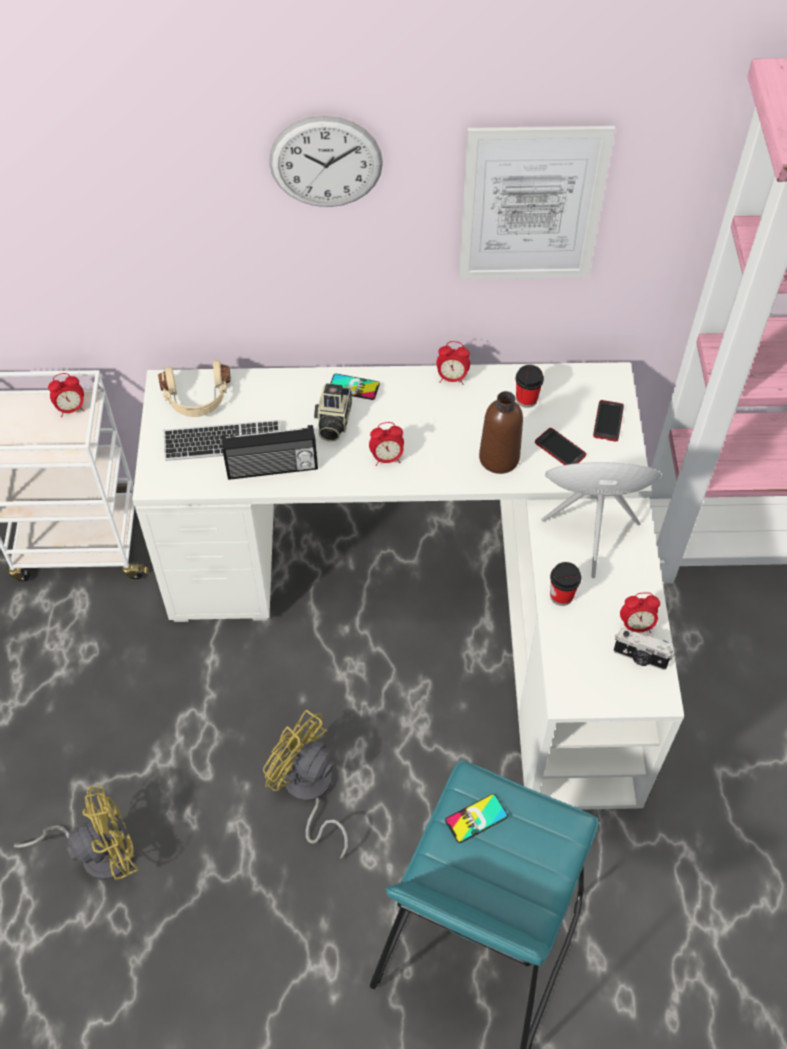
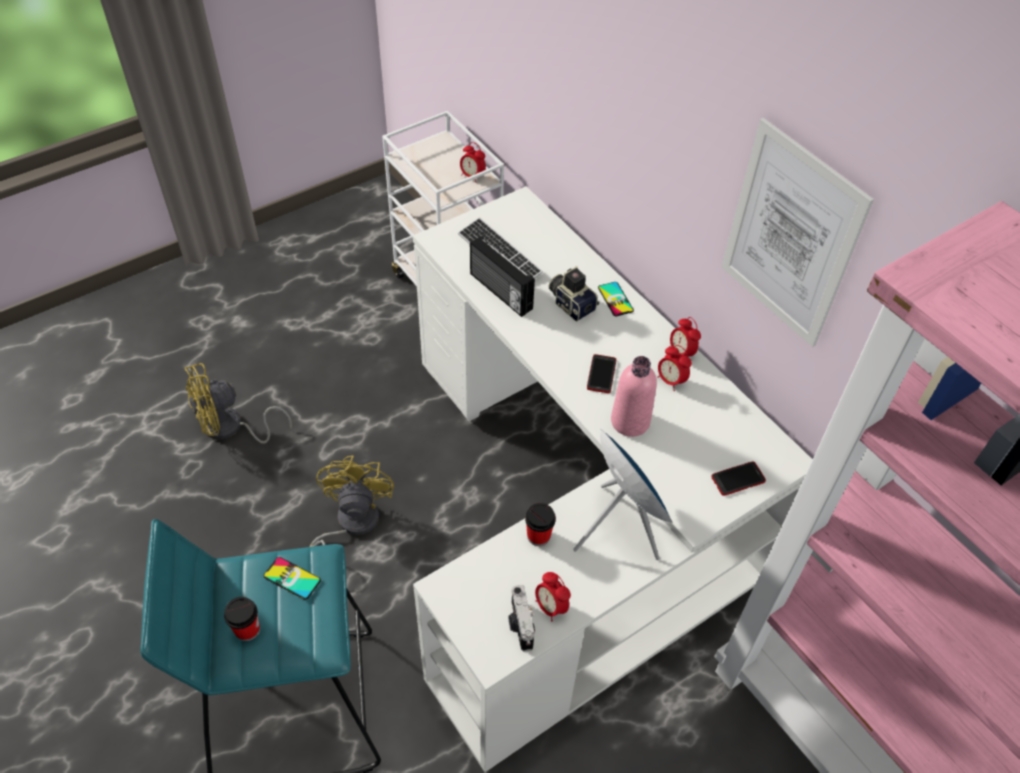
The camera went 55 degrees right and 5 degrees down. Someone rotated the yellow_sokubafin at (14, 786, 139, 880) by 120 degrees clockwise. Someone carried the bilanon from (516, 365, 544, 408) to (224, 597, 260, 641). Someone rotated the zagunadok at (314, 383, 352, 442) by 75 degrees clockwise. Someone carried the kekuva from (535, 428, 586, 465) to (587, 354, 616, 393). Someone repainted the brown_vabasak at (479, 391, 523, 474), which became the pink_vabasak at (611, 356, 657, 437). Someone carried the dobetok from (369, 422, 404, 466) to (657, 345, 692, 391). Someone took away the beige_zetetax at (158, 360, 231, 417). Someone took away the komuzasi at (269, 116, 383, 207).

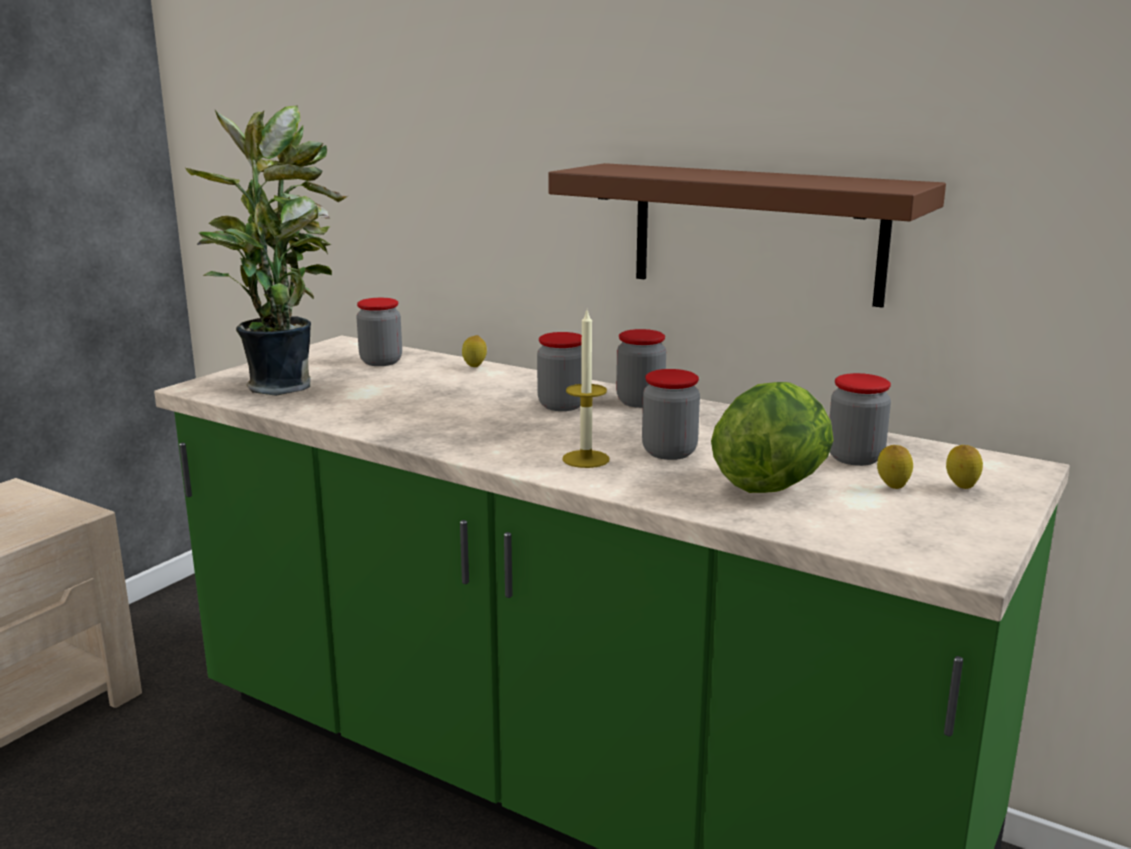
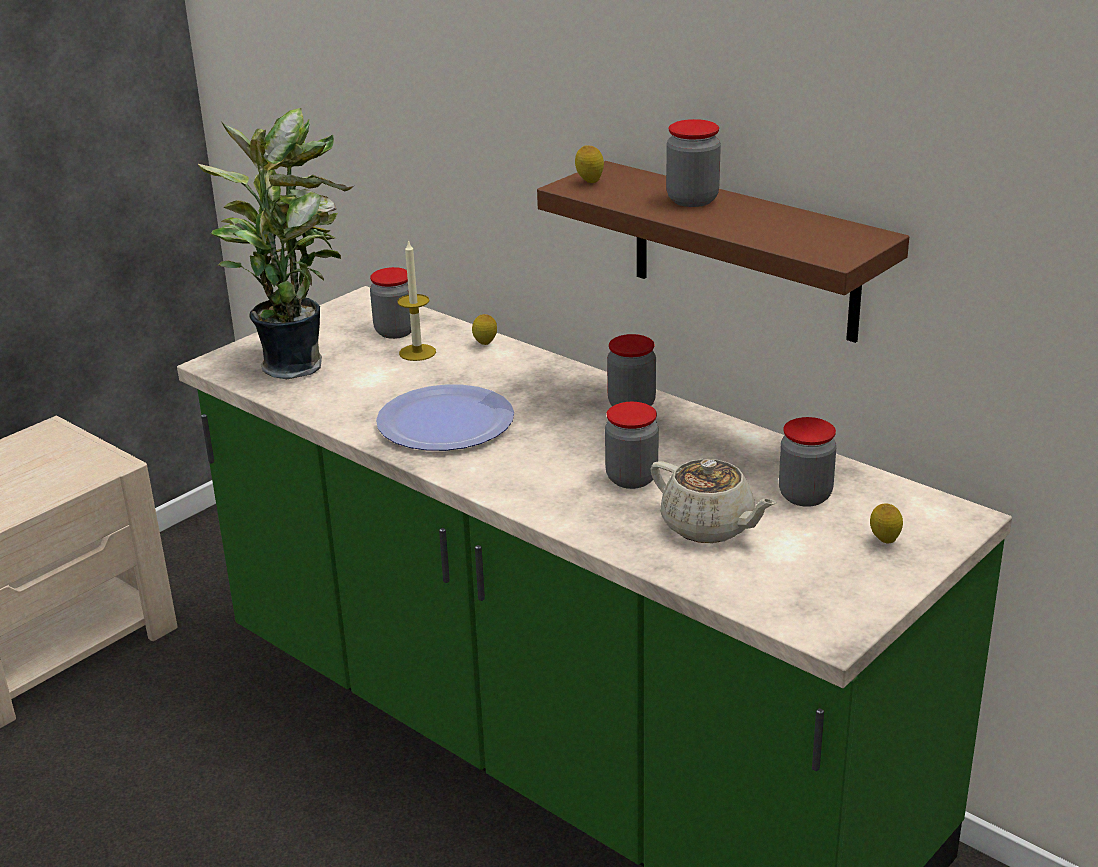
The camera went 10 degrees right and 10 degrees up. Someone put down the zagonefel at (376, 384, 514, 451). Someone carried the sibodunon from (562, 311, 609, 468) to (397, 240, 436, 361). Someone carried the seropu from (877, 445, 913, 489) to (575, 145, 604, 183). Someone swapped the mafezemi at (711, 382, 834, 493) for the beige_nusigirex at (651, 459, 777, 543). Someone carried the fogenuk from (537, 332, 582, 411) to (666, 119, 721, 207).

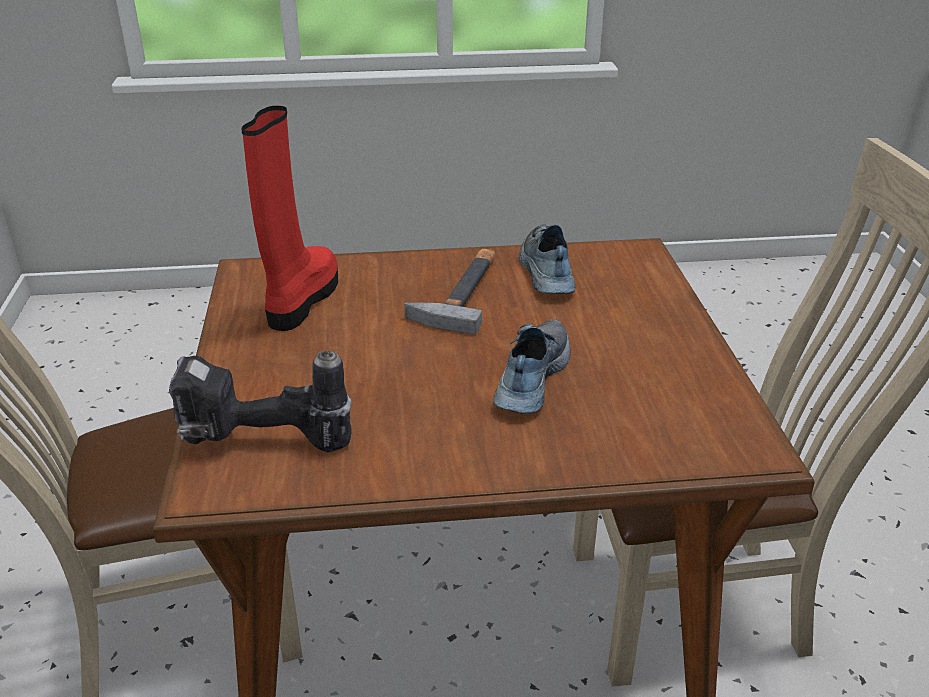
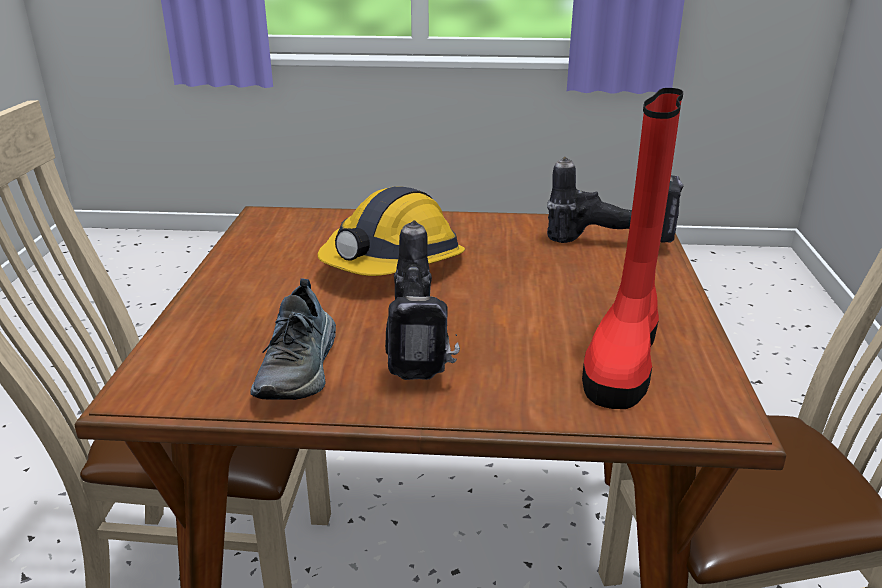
The camera went 170 degrees left and 5 degrees down. Someone swapped the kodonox at (493, 319, 571, 414) for the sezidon at (318, 186, 465, 276). Someone swapped the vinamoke at (404, 249, 495, 335) for the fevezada at (385, 220, 460, 380).

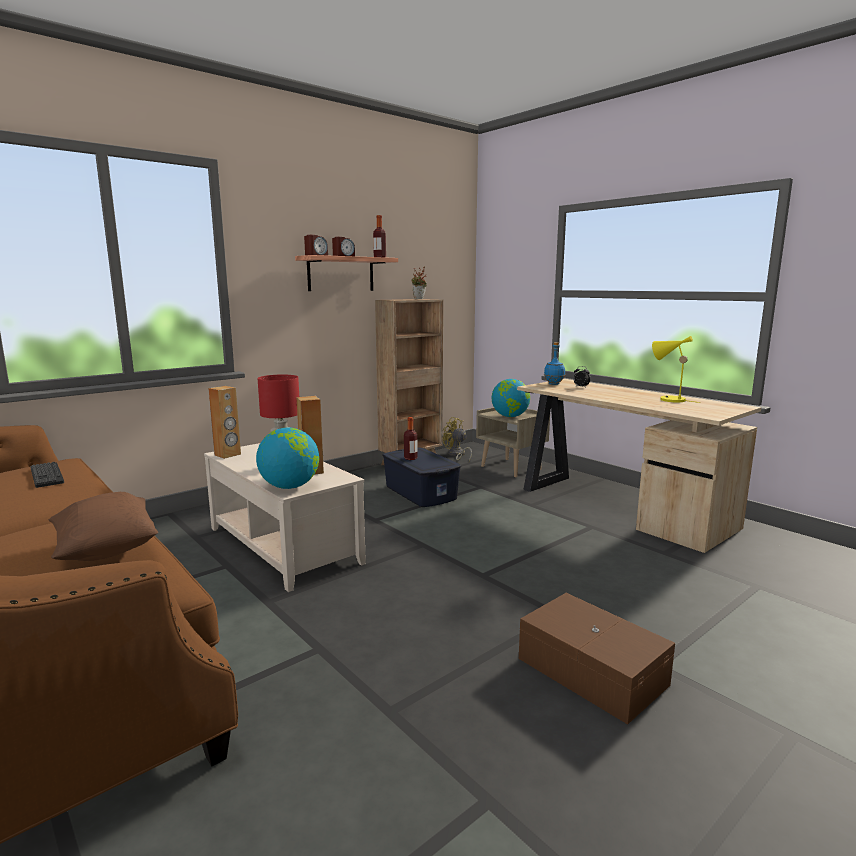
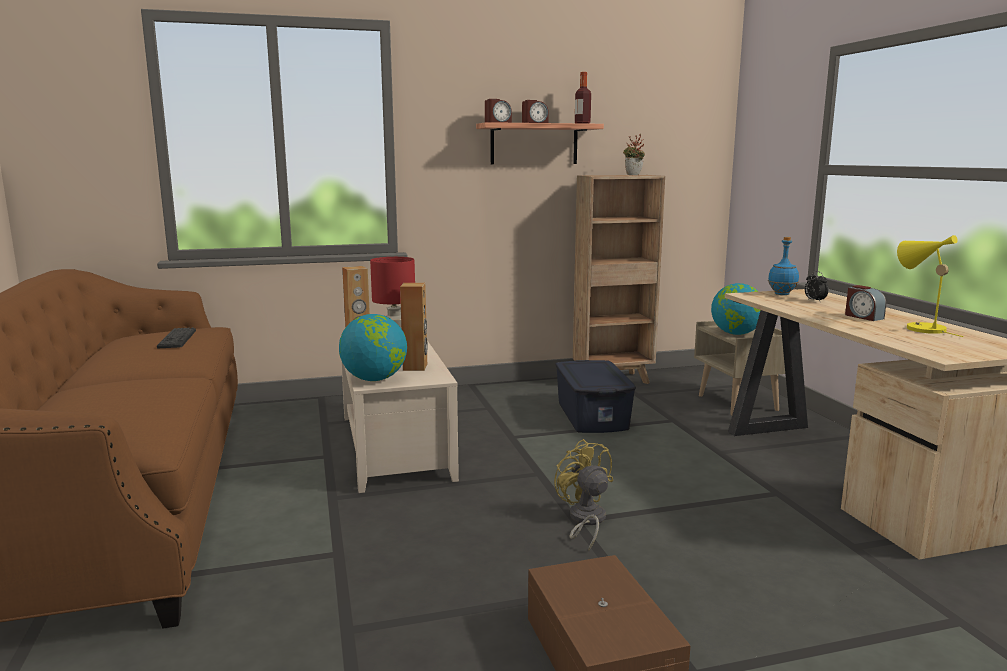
The camera went 25 degrees right and 0 degrees up. Someone carried the yellow_sokubafin from (443, 417, 472, 461) to (554, 439, 613, 551). Someone put down the dobetok at (845, 285, 886, 321). Someone took away the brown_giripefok at (49, 492, 158, 561). Someone took away the vabasak at (404, 417, 417, 460).

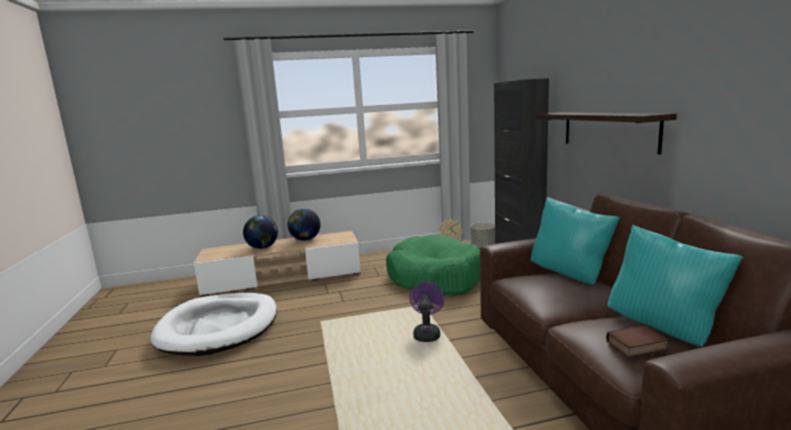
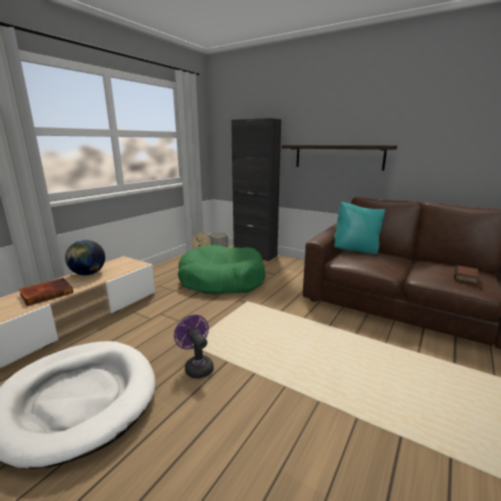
The camera went 45 degrees left and 5 degrees up. Someone swapped the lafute at (243, 215, 278, 249) for the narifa at (19, 278, 73, 306). Someone carried the purple_sokubafin from (410, 281, 445, 342) to (174, 315, 214, 378). Someone took away the turquoise_giripefok at (608, 224, 743, 346).

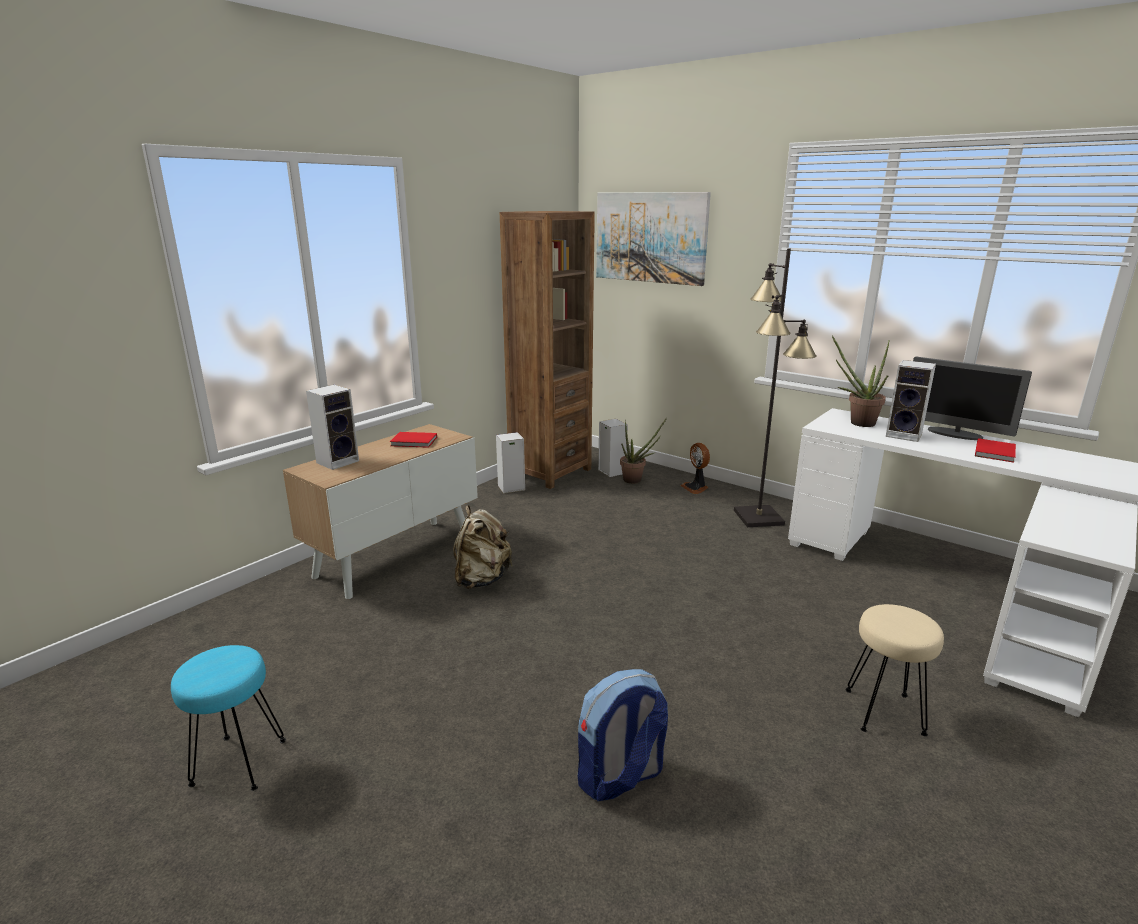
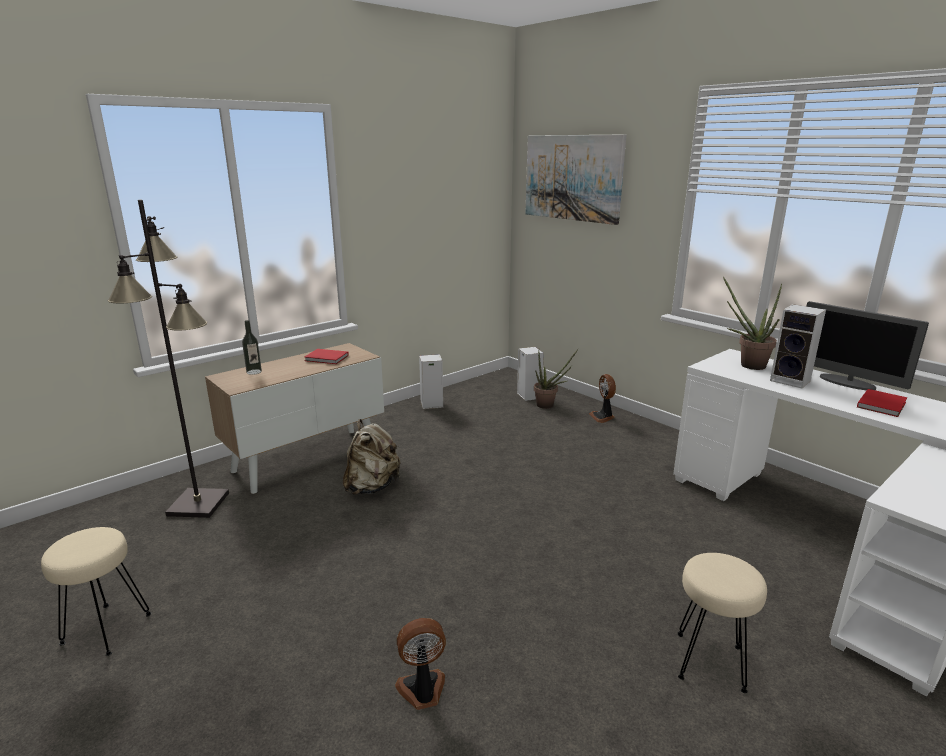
The camera went 10 degrees right and 0 degrees up. Someone repainted the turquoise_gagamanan at (171, 645, 286, 791), which became the beige_gagamanan at (41, 527, 152, 656). Someone carried the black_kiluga from (734, 248, 816, 527) to (107, 200, 229, 518). Someone swapped the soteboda at (306, 385, 359, 470) for the vabasak at (242, 320, 262, 375). Someone swapped the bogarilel at (578, 669, 668, 801) for the sokubafin at (395, 618, 446, 710). Someone took away the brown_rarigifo at (500, 211, 595, 489).

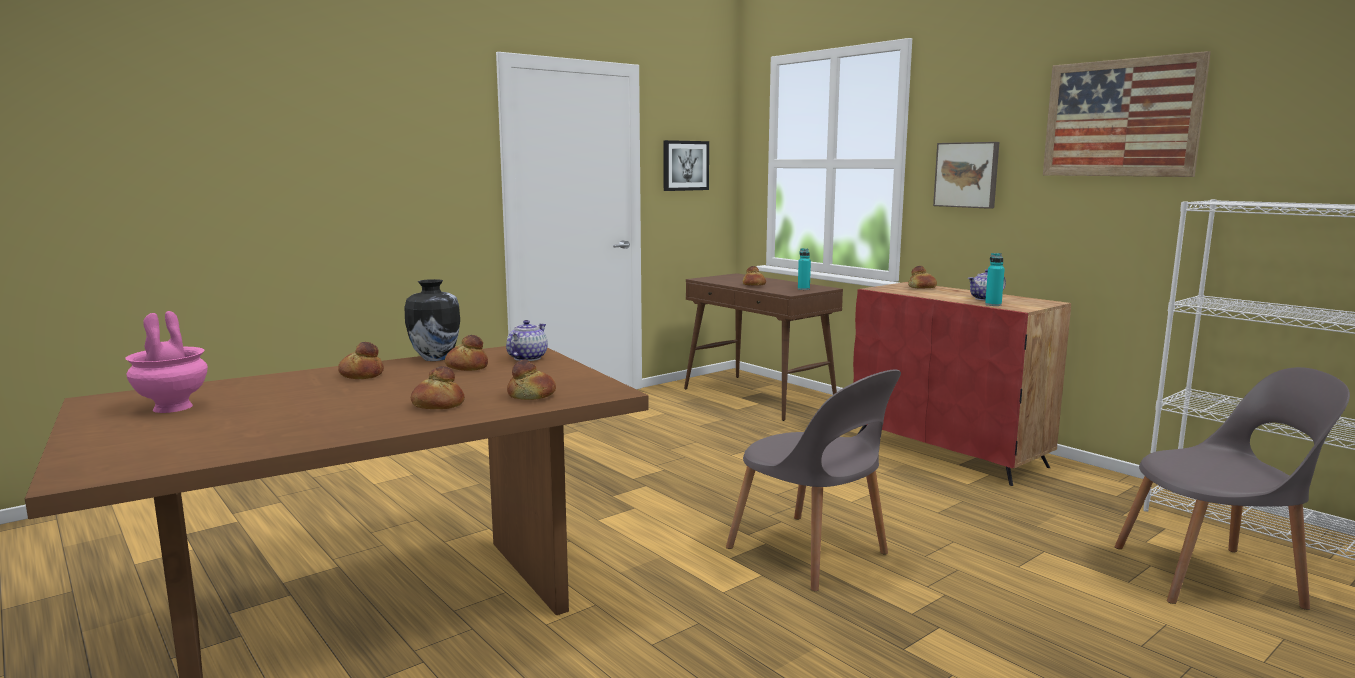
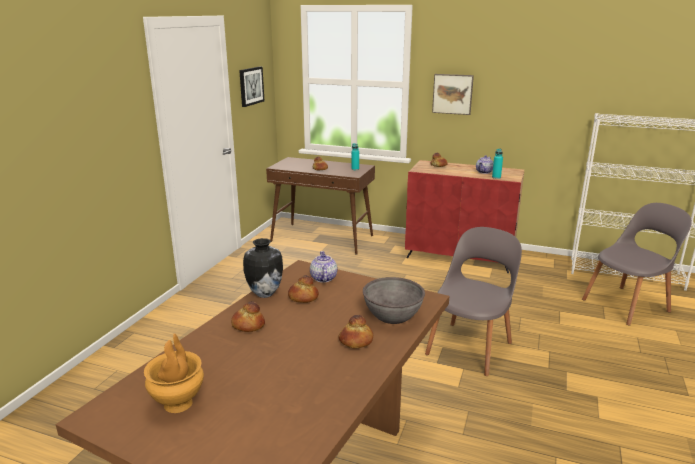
The camera went 30 degrees left and 10 degrees up. Someone repainted the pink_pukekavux at (125, 311, 208, 413), which became the brown_pukekavux at (144, 333, 204, 413). Someone swapped the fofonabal at (507, 360, 556, 400) for the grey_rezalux at (363, 277, 425, 324). Someone rotated the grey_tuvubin at (726, 370, 901, 591) by 75 degrees counterclockwise. Someone took away the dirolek at (1043, 51, 1211, 177).

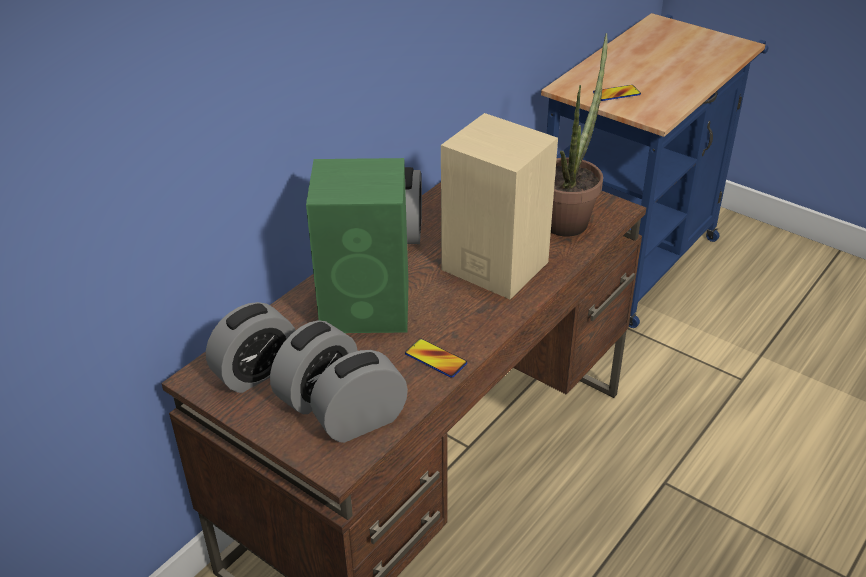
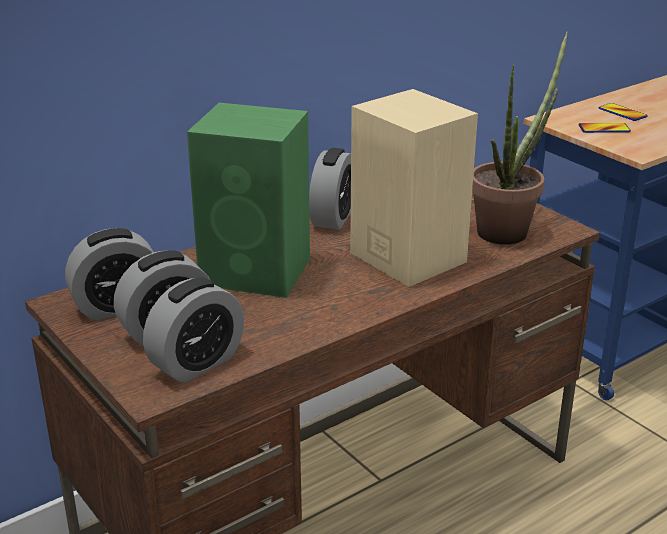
The camera went 15 degrees right and 10 degrees down. Someone rotated the dobetok at (310, 350, 408, 443) by 150 degrees clockwise. Someone carried the kekuva from (405, 339, 467, 378) to (599, 103, 648, 121).

